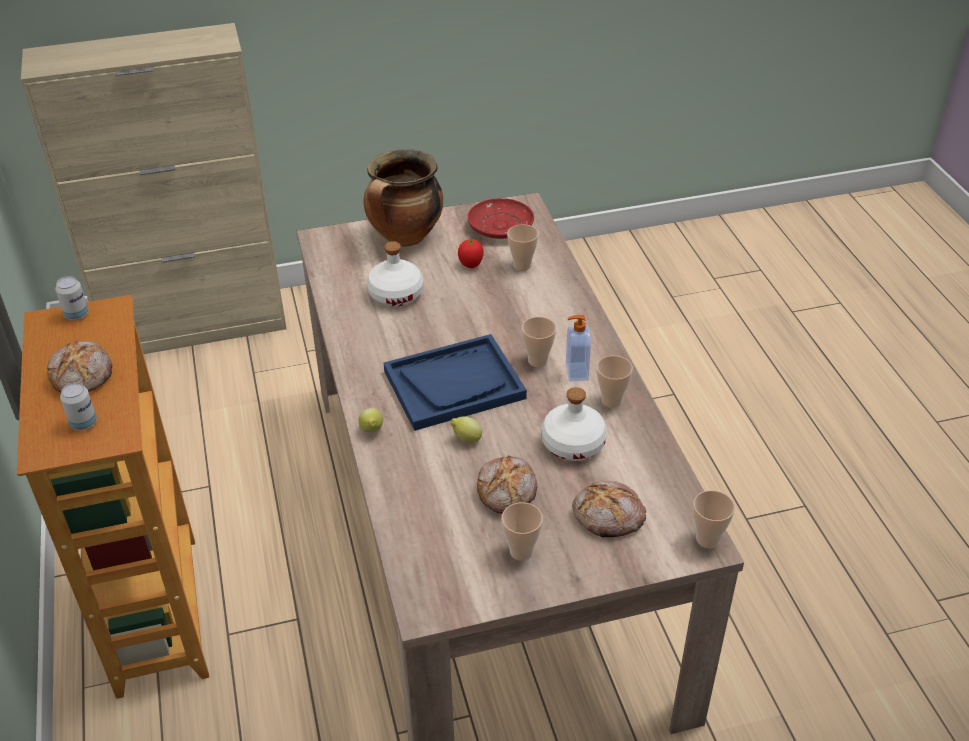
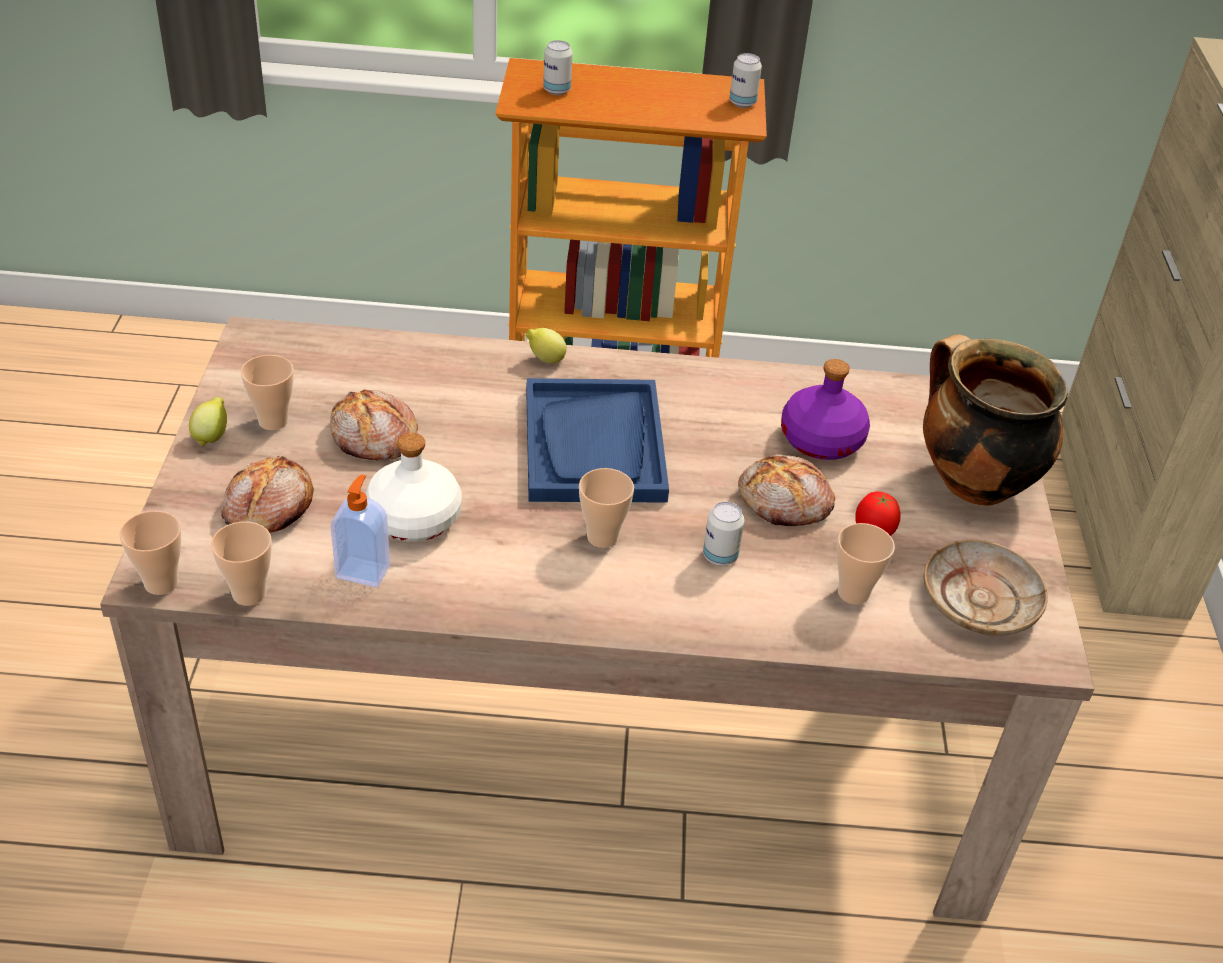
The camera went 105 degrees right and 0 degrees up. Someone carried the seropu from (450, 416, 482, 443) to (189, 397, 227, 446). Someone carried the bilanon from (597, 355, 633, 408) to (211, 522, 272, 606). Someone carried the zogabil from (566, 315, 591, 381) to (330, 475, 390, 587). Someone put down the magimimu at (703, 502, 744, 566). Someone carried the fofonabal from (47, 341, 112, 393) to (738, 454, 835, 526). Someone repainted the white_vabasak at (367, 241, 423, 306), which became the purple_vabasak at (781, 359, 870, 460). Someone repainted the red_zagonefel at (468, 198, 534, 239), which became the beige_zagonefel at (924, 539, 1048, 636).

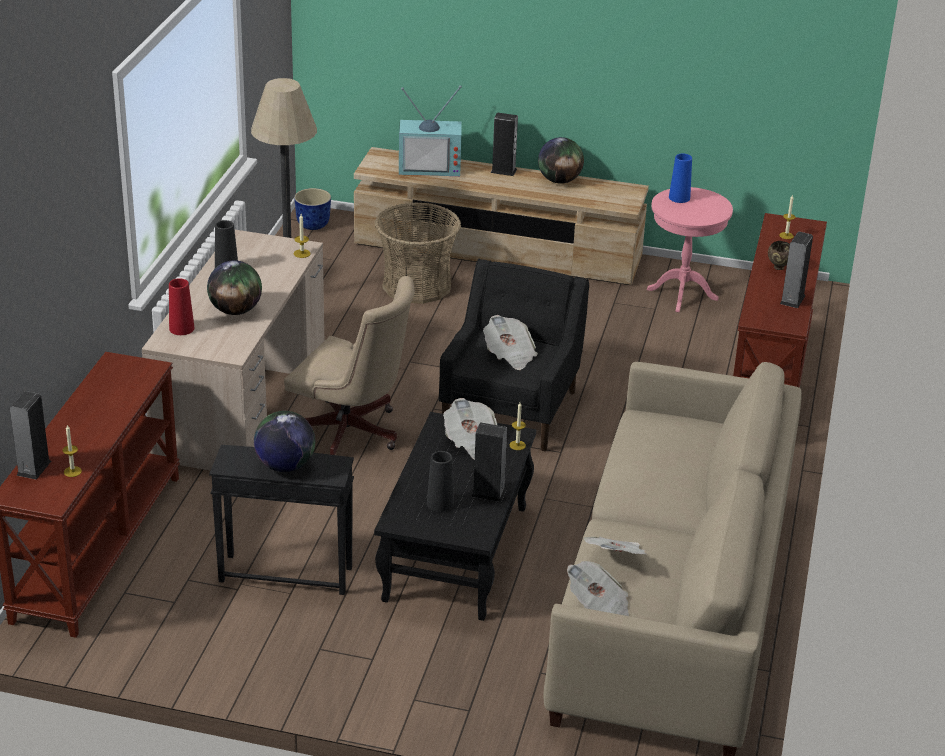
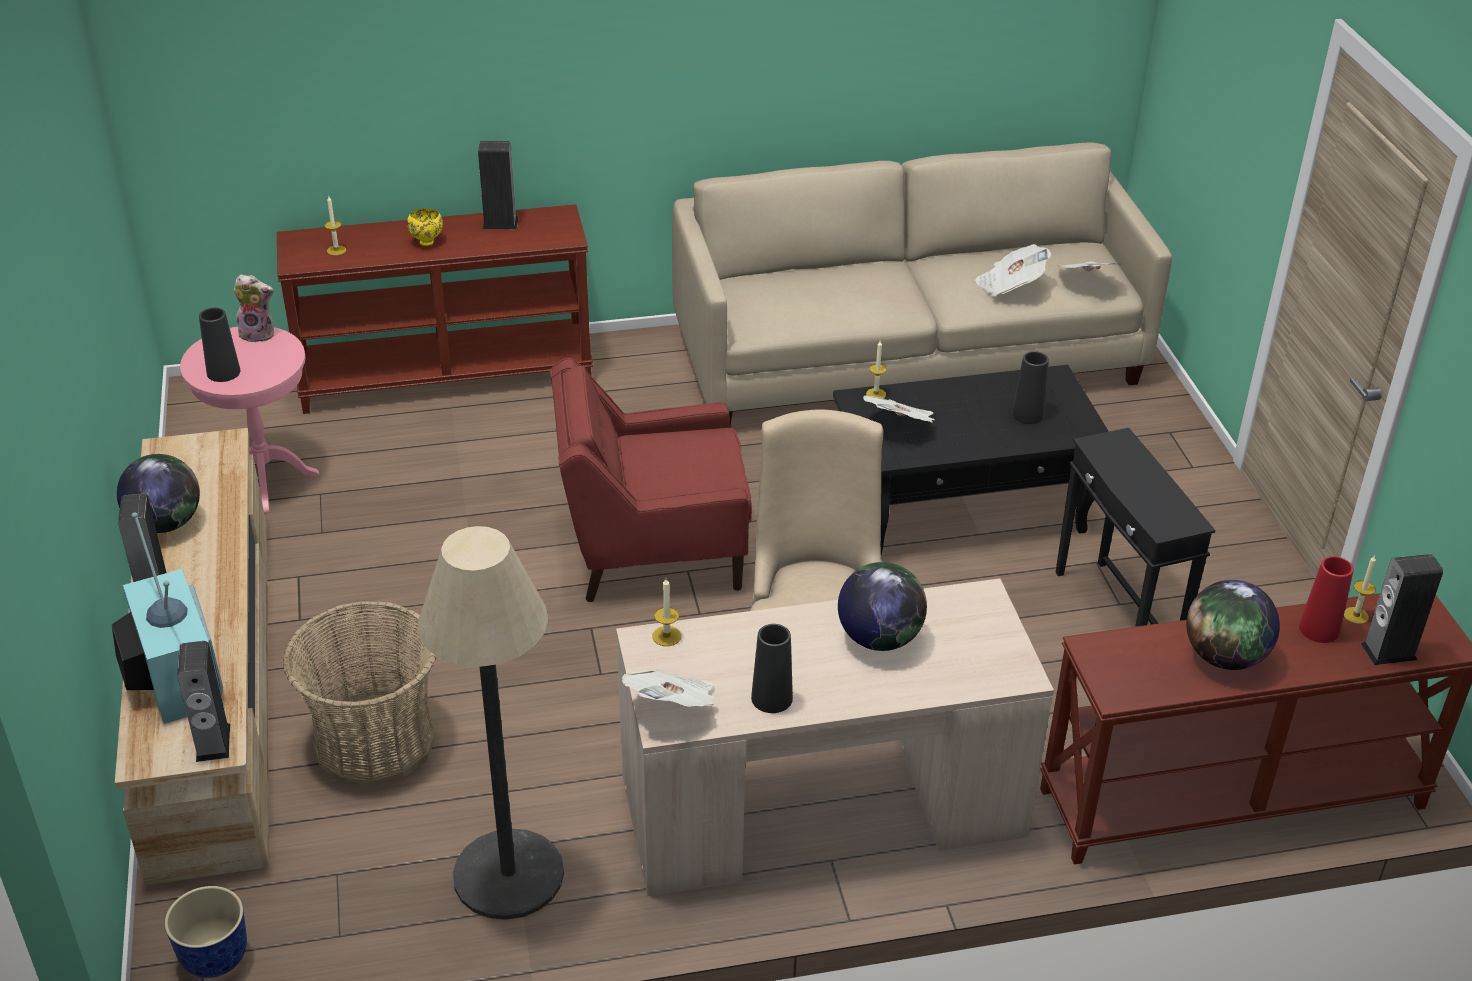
The camera went 115 degrees left and 5 degrees up. Someone carried the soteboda from (471, 422, 507, 502) to (177, 641, 230, 762). Someone repainted the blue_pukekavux at (669, 154, 692, 203), which became the black_pukekavux at (199, 308, 240, 382). Someone put down the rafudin at (234, 274, 274, 342). Someone repainted the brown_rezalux at (768, 241, 790, 270), which became the yellow_rezalux at (407, 208, 443, 246). Someone repainted the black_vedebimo at (439, 259, 589, 451), which became the red_vedebimo at (550, 358, 752, 602). Someone carried the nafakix from (483, 315, 538, 370) to (622, 669, 716, 707). Someone carried the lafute from (254, 411, 315, 472) to (1186, 580, 1280, 670). Someone carried the red_pukekavux from (169, 278, 194, 335) to (1299, 556, 1354, 643).

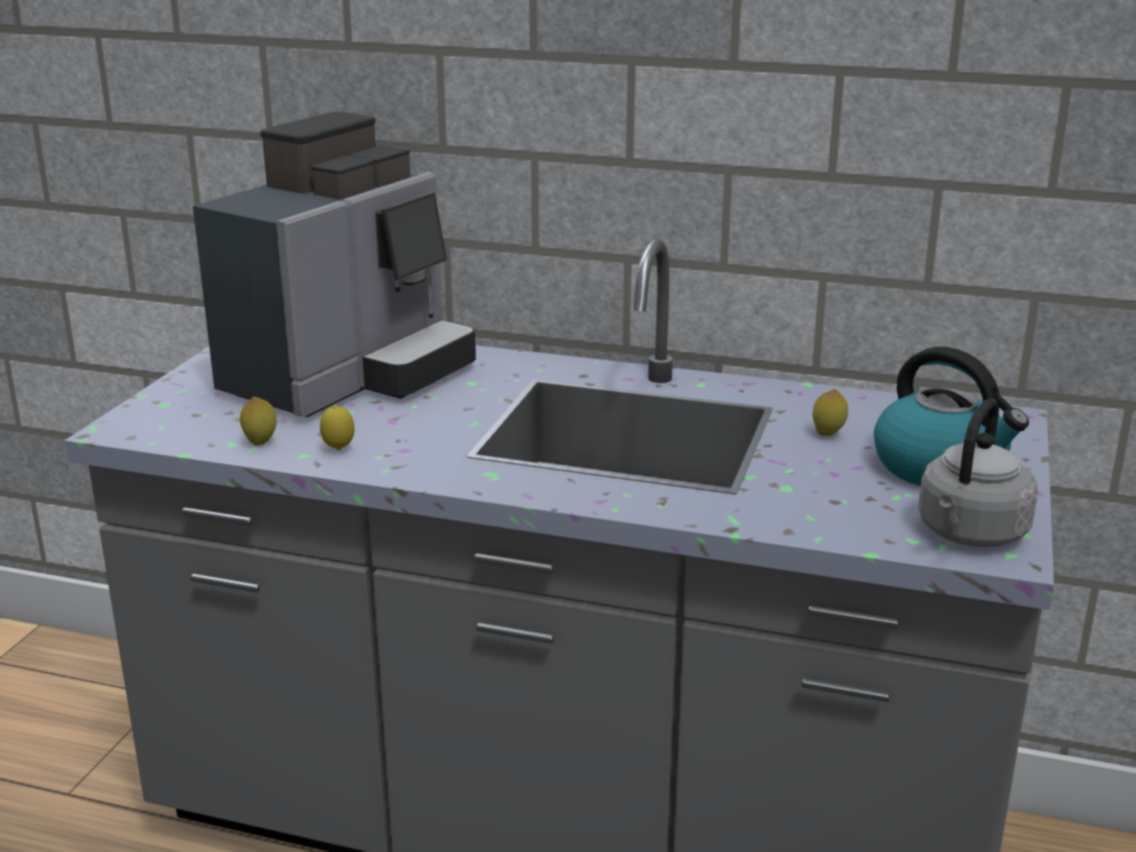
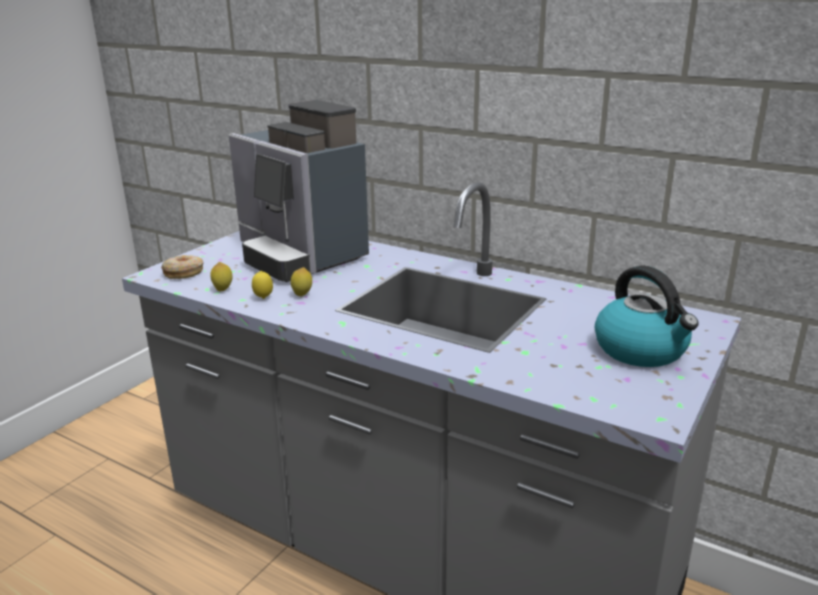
The camera went 15 degrees right and 0 degrees up. Someone put down the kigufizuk at (161, 255, 204, 279). Someone rotated the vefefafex at (193, 111, 476, 417) by 90 degrees clockwise. Someone carried the seropu from (813, 389, 848, 436) to (291, 267, 312, 296). Someone took away the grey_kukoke at (918, 398, 1038, 547).

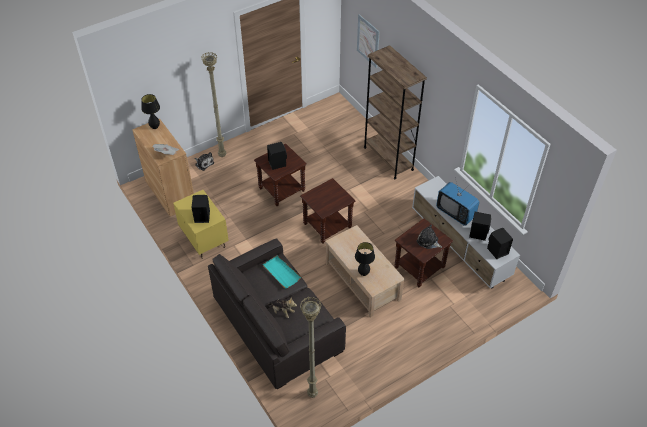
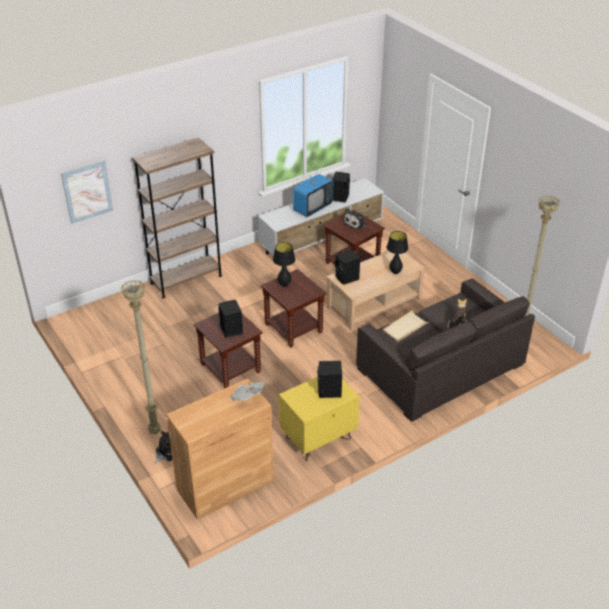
The camera went 90 degrees left and 10 degrees down. Someone carried the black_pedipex from (142, 94, 160, 129) to (273, 242, 295, 287). Someone carried the black_soteboda from (487, 228, 513, 259) to (335, 250, 360, 285). Someone repainted the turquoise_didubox at (263, 256, 301, 289), which became the beige_didubox at (382, 310, 429, 342).

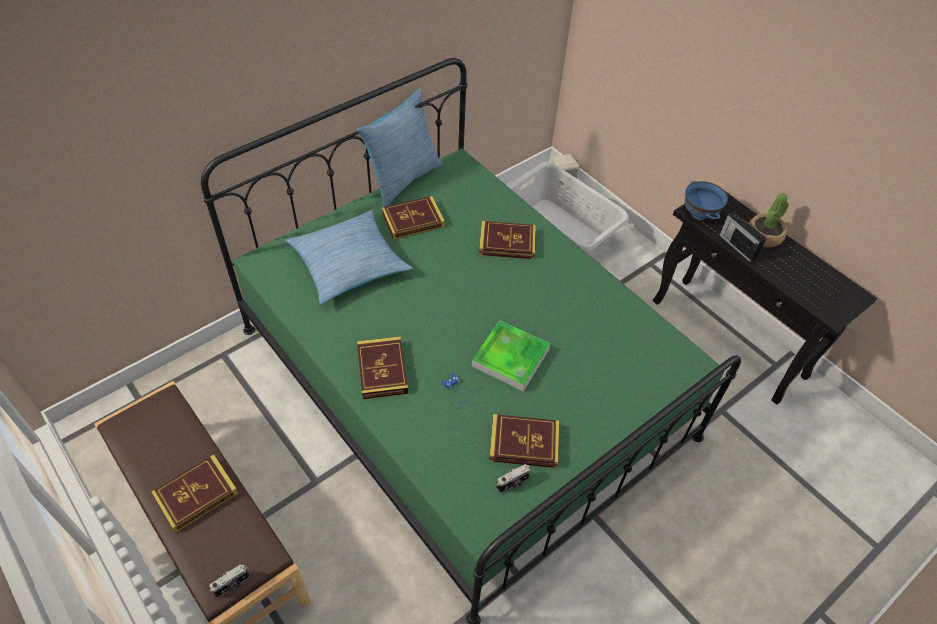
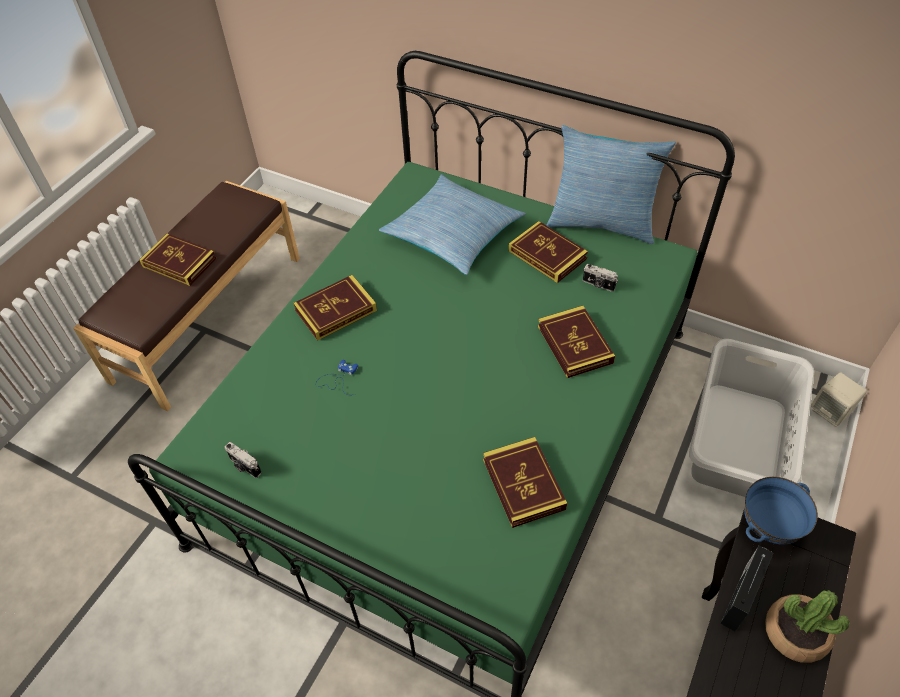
The camera went 70 degrees right and 0 degrees up. Someone carried the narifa from (489, 414, 559, 468) to (483, 437, 567, 528). Someone carried the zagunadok from (209, 564, 250, 598) to (583, 264, 618, 292). Someone took away the didubox at (472, 320, 550, 392).

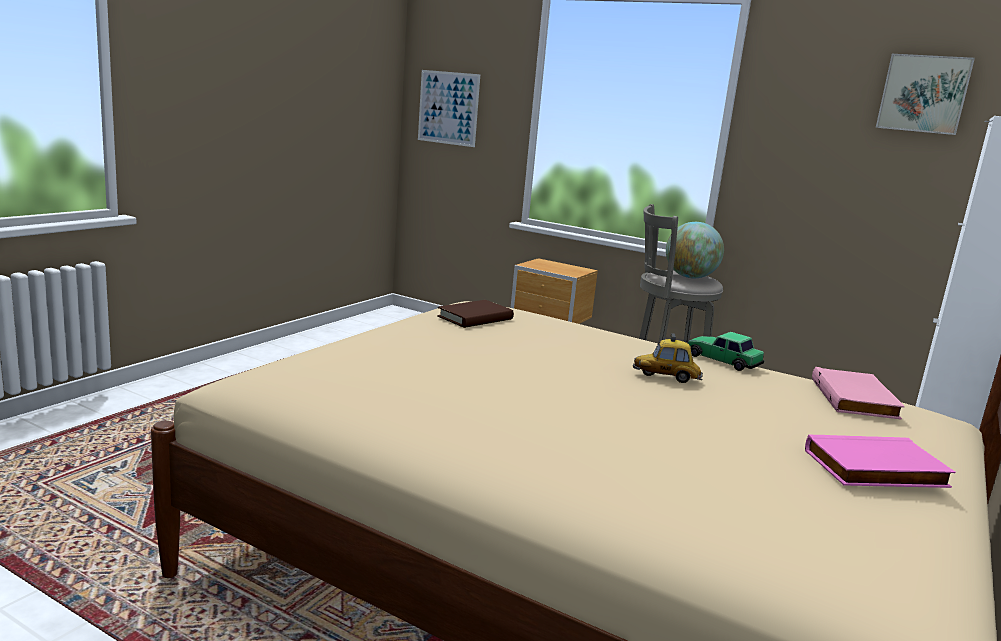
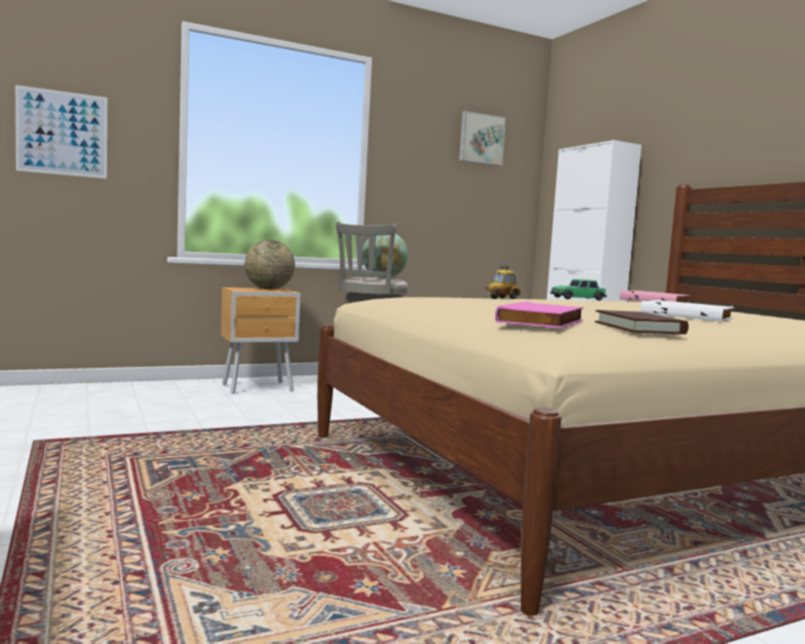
The camera went 55 degrees left and 10 degrees down. Someone put down the lafute at (245, 240, 295, 289). Someone carried the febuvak from (633, 333, 703, 383) to (485, 265, 521, 299). Someone carried the pink_narifa from (805, 435, 956, 488) to (495, 301, 584, 328). Someone carried the brown_narifa from (437, 300, 514, 328) to (595, 310, 689, 334). Someone put down the white_narifa at (640, 300, 734, 322).

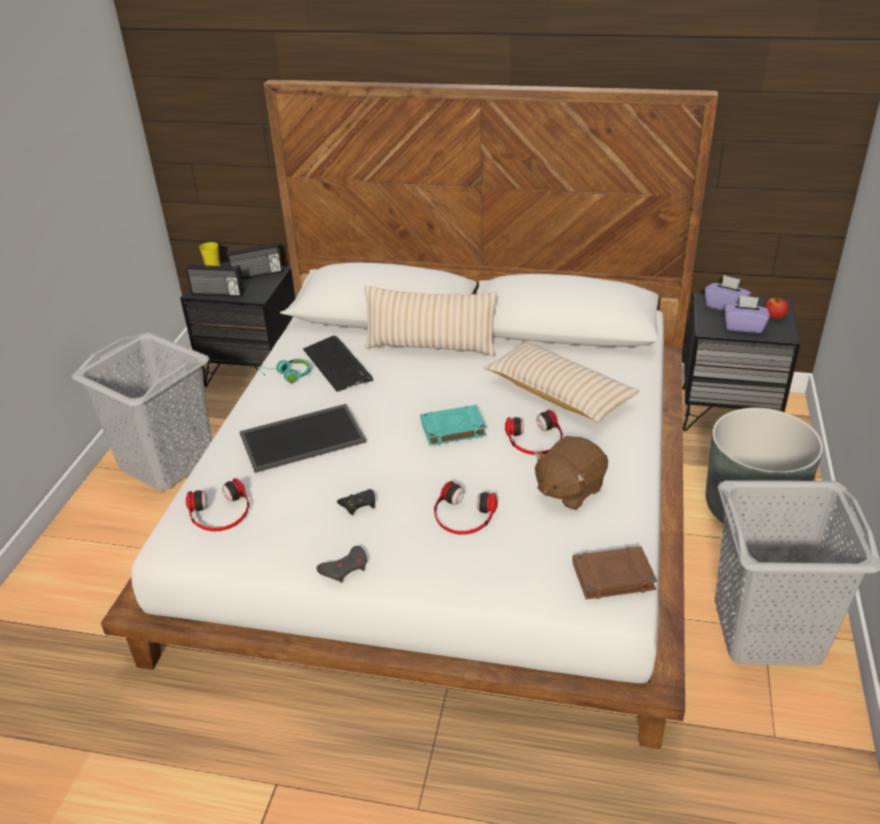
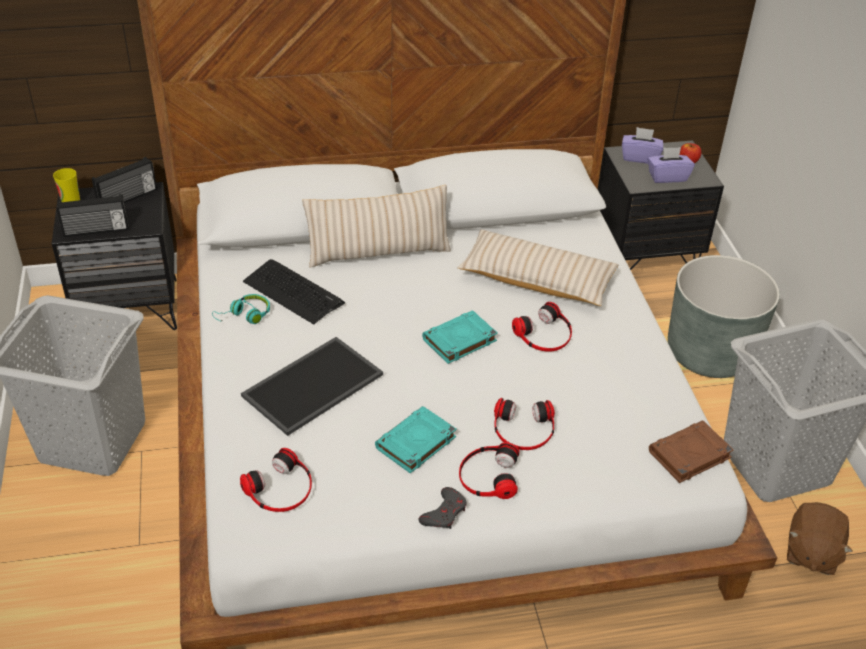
The camera went 25 degrees left and 5 degrees up. Someone swapped the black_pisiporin at (337, 489, 375, 516) for the turquoise_narifa at (375, 406, 457, 473). Someone put down the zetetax at (459, 442, 520, 499). Someone carried the brown_rafudin from (534, 436, 608, 510) to (787, 502, 853, 575).

